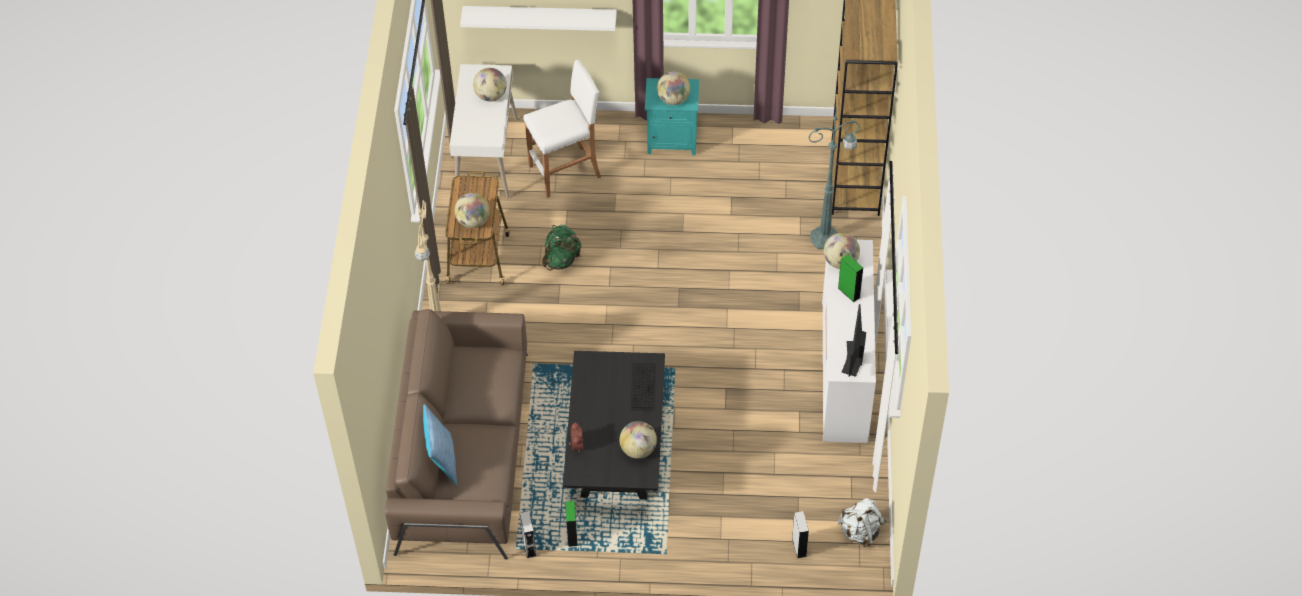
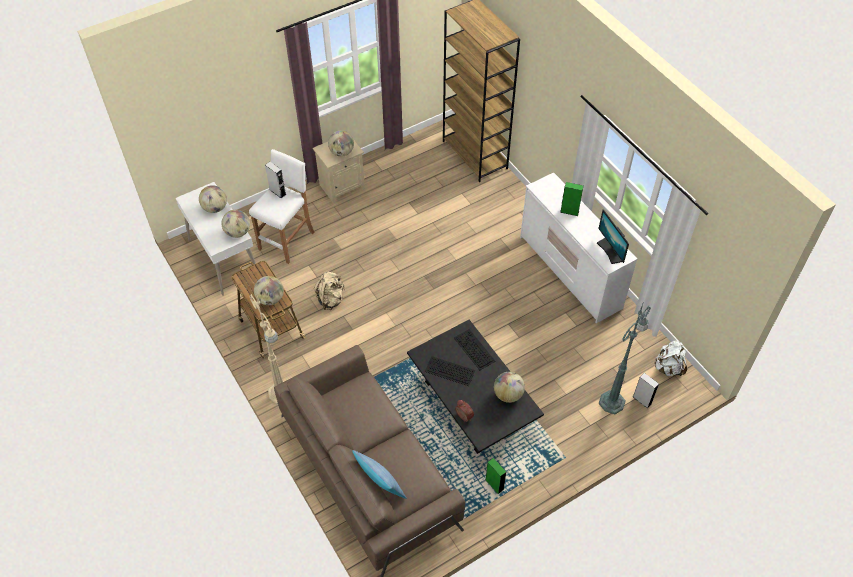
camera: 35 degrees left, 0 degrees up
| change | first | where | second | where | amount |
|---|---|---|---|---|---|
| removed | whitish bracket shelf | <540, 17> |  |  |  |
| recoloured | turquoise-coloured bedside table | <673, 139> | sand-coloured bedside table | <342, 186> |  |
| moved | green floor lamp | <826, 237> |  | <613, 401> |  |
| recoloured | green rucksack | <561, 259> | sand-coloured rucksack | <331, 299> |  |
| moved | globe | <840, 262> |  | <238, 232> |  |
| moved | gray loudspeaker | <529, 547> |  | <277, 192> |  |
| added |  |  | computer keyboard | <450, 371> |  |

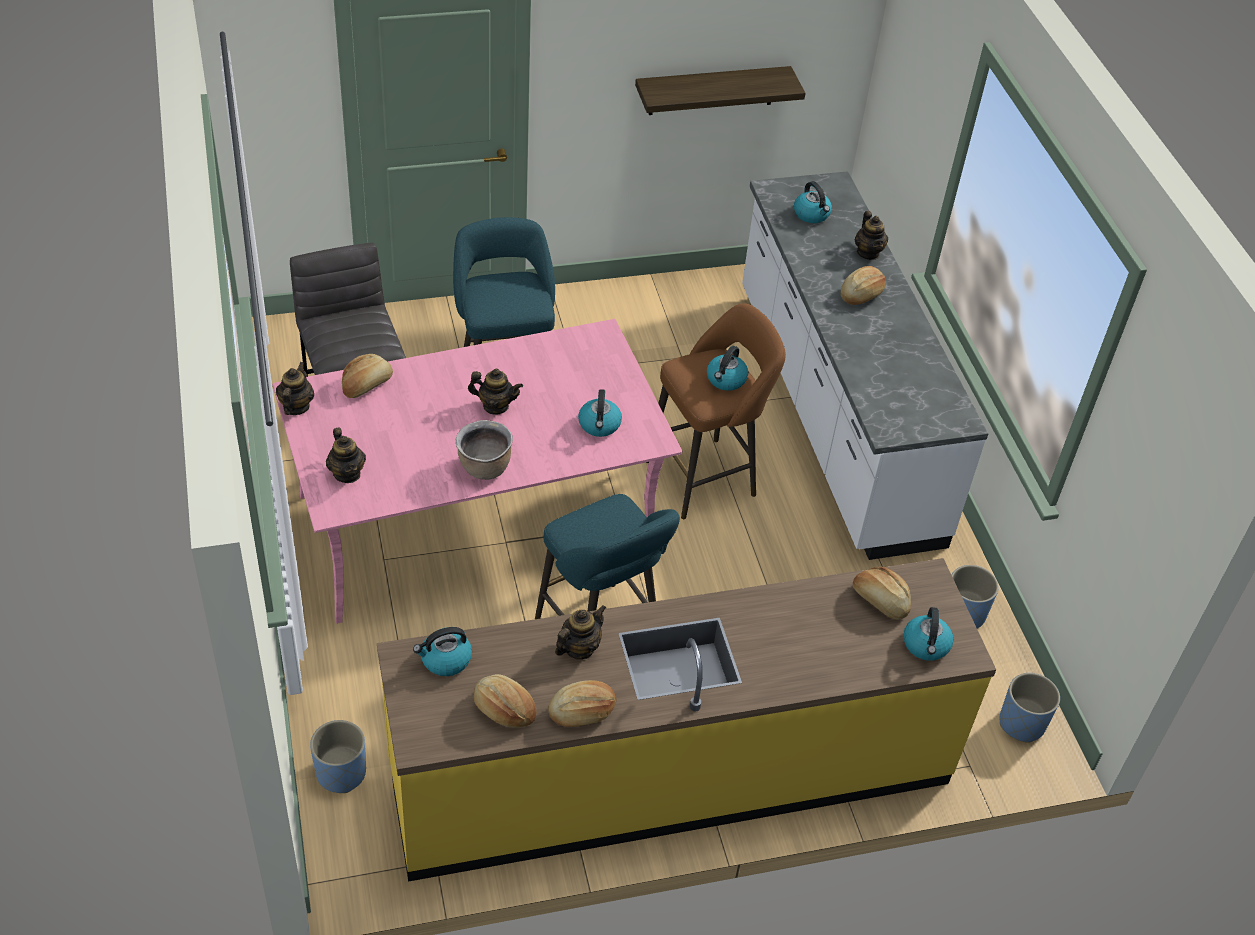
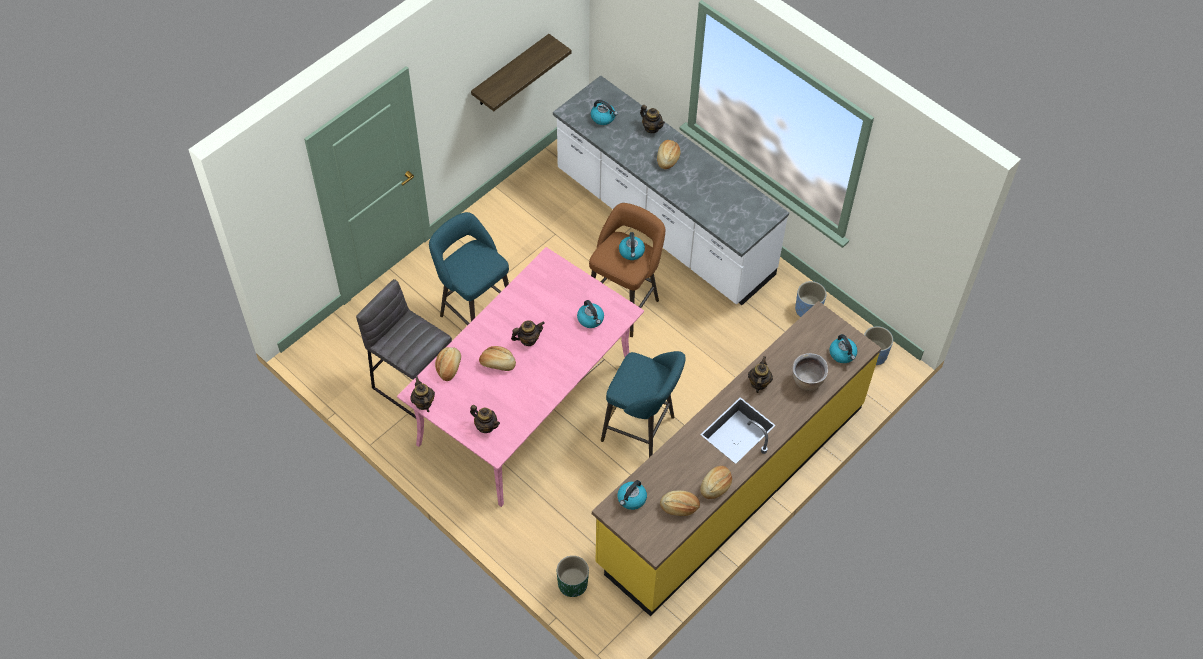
camera: 30 degrees left, 10 degrees up
| change | first | where | second | where | amount |
|---|---|---|---|---|---|
| moved | brown saucepot | <484, 468> |  | <807, 381> |  |
| moved | baked bread | <880, 601> |  | <497, 363> |  |
| moved | tea pot | <579, 648> |  | <758, 383> |  |
| recoloured | blue-coloured plant pot | <341, 773> | green plant pot | <572, 584> |  |

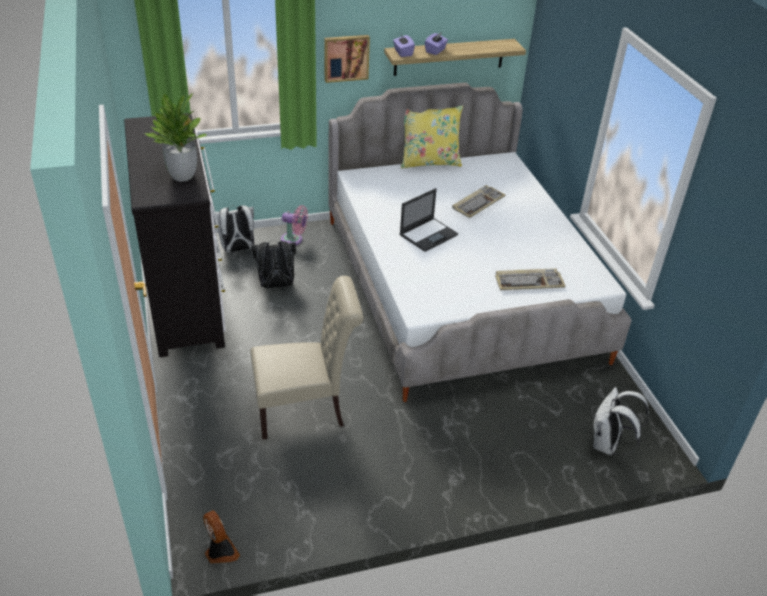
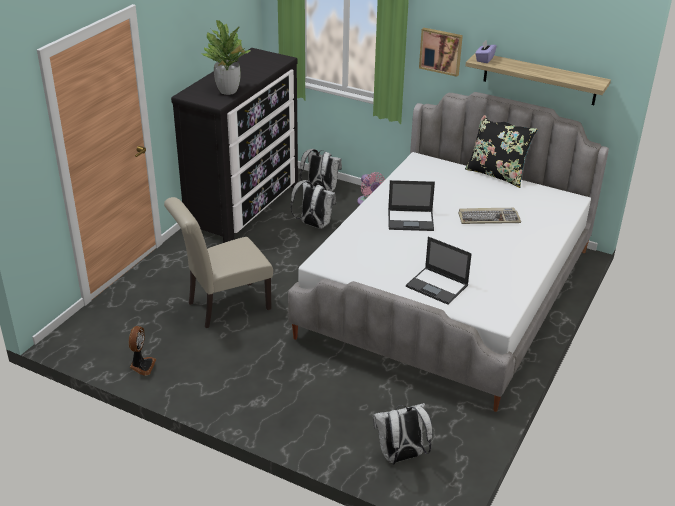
camera: 45 degrees right, 5 degrees down
| change | first | where | second | where | amount |
|---|---|---|---|---|---|
| removed | purple-coloured tissue box | <435, 51> |  |  |  |
| recoloured | yellow cushion | <429, 162> | black cushion | <497, 174> |  |
| recoloured | black rucksack | <276, 285> | whitish rucksack | <313, 225> |  |
| replaced | computer keyboard | <529, 281> | portable computer | <437, 286> |  |
| turned | sand-coloured plain chair | <306, 411> |  | <223, 307> | 120 degrees clockwise |
| moved | electric fan | <220, 552> |  | <142, 366> |  |

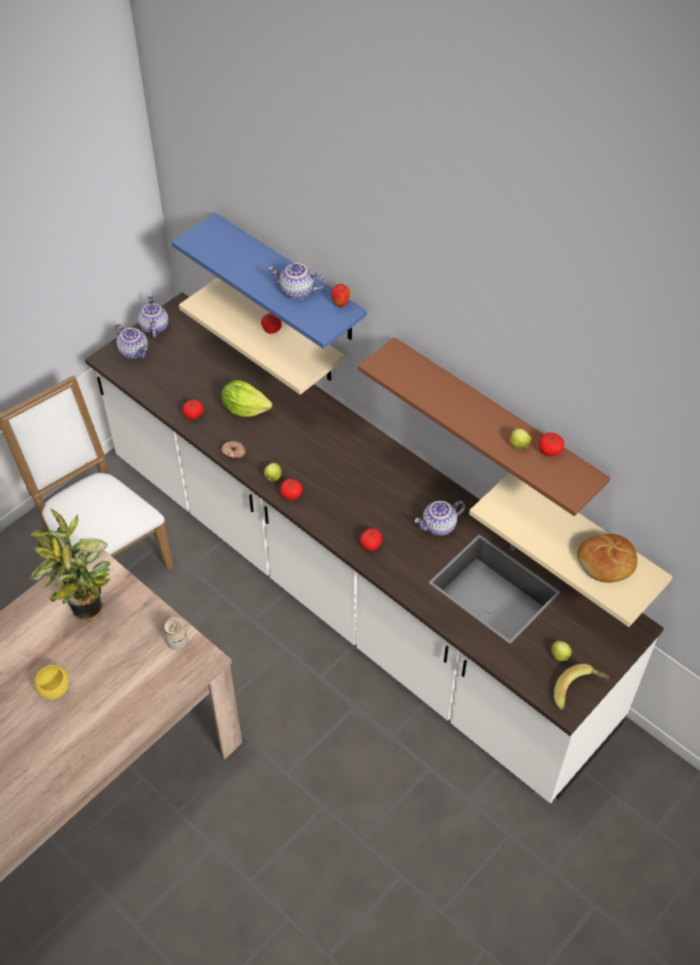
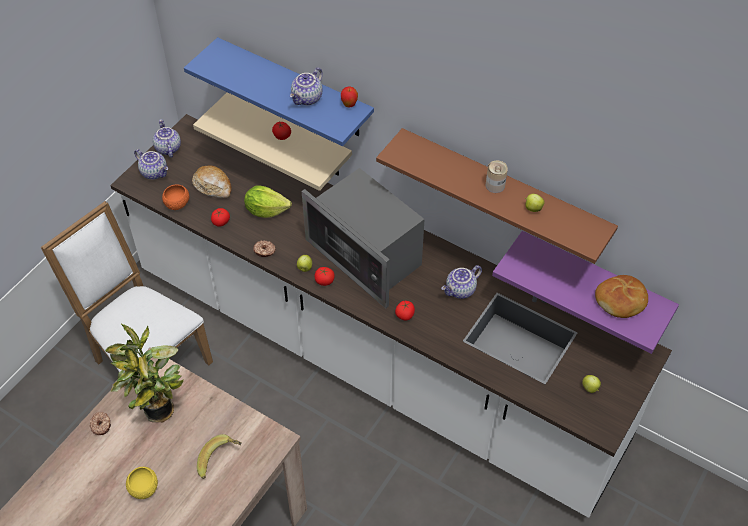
camera: 10 degrees left, 0 degrees up
| change | first | where | second | where | amount |
|---|---|---|---|---|---|
| turned | tea pot | <296, 292> |  | <307, 99> | 60 degrees counterclockwise |
| removed | fresh tomato | <550, 451> |  |  |  |
| recoloured | sand-coloured bracket shelf | <586, 537> | purple-coloured bracket shelf | <594, 281> |  |
| moved | sealed can | <177, 640> |  | <495, 185> |  |
| moved | whole banana | <578, 693> |  | <220, 461> |  |
| added |  |  | baked bread | <213, 186> |  |
| added |  |  | kitchen microwave | <367, 256> |  |
| added |  |  | orangey serving bowl | <177, 204> |  |
| added |  |  | doughnut | <101, 425> |  |

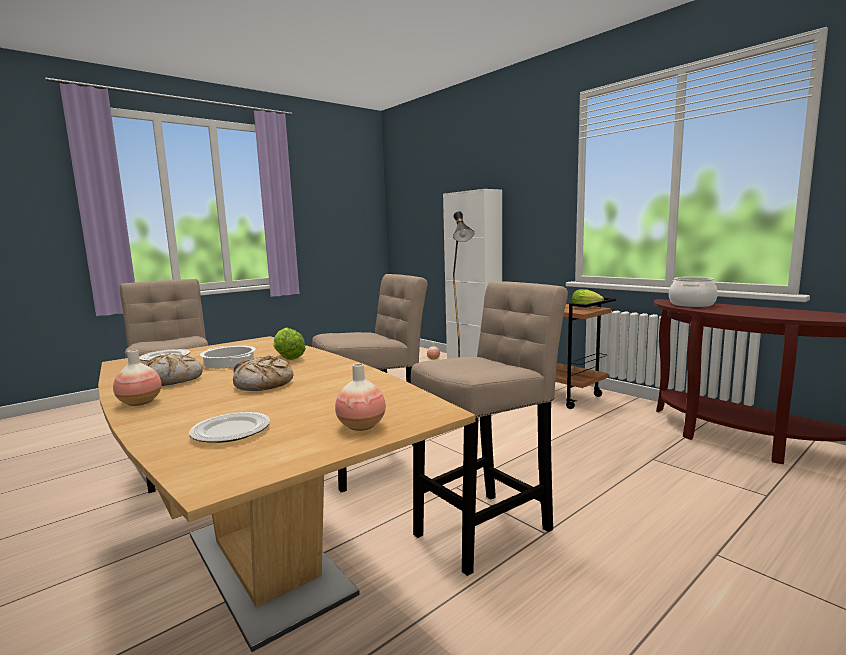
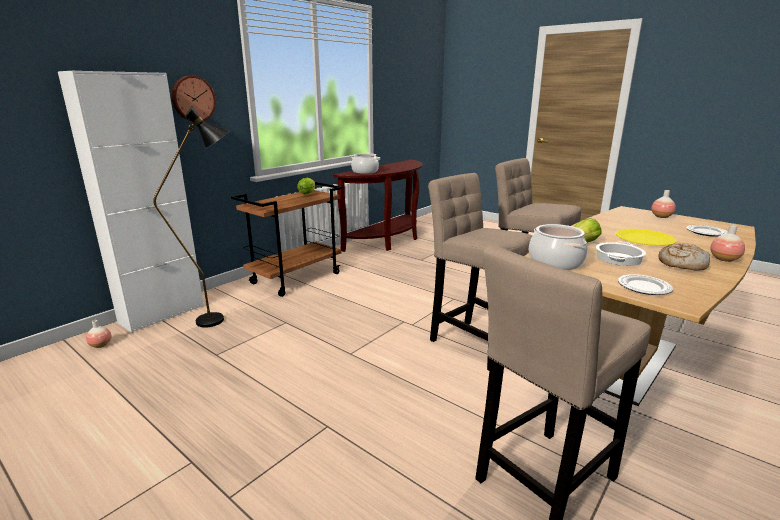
camera: 100 degrees left, 10 degrees up
| change | first | where | second | where | amount |
|---|---|---|---|---|---|
| replaced | baked bread | <263, 384> | yellow flat dish | <645, 239> |  |
| added |  |  | clock on the wall | <193, 99> |  |
| added |  |  | saucepot | <555, 262> |  |

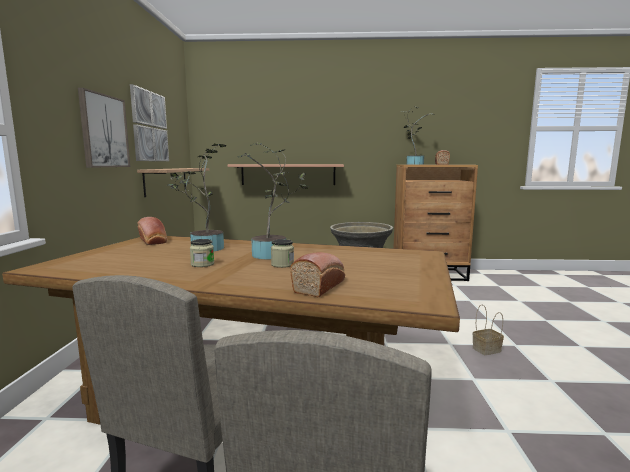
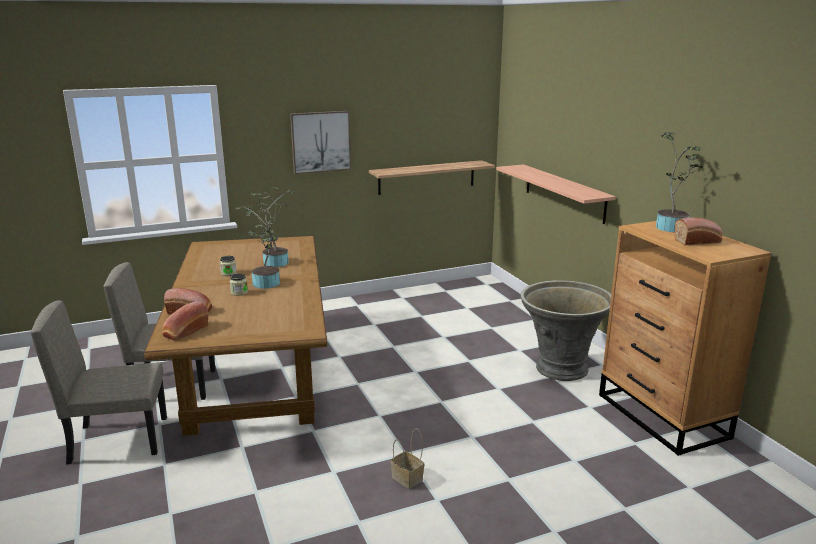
camera: 65 degrees right, 10 degrees up
| change | first | where | second | where | amount |
|---|---|---|---|---|---|
| removed | wall art | <149, 126> |  |  |  |
| moved | baked bread | <153, 241> |  | <185, 331> |  |

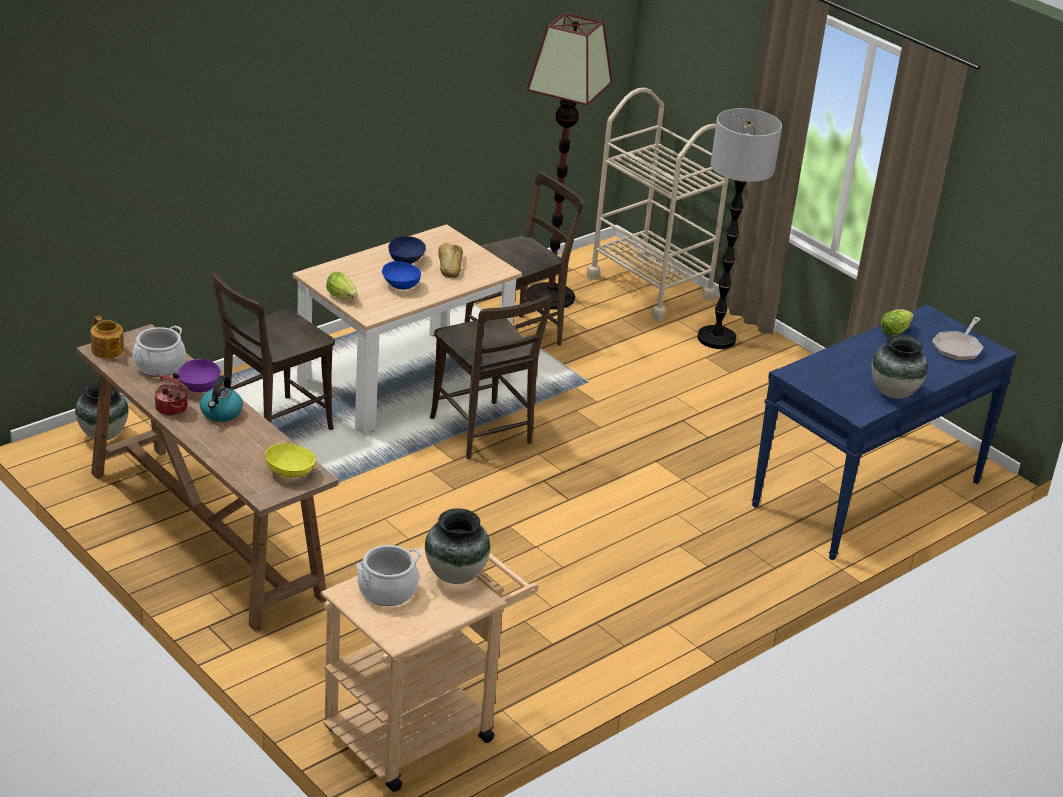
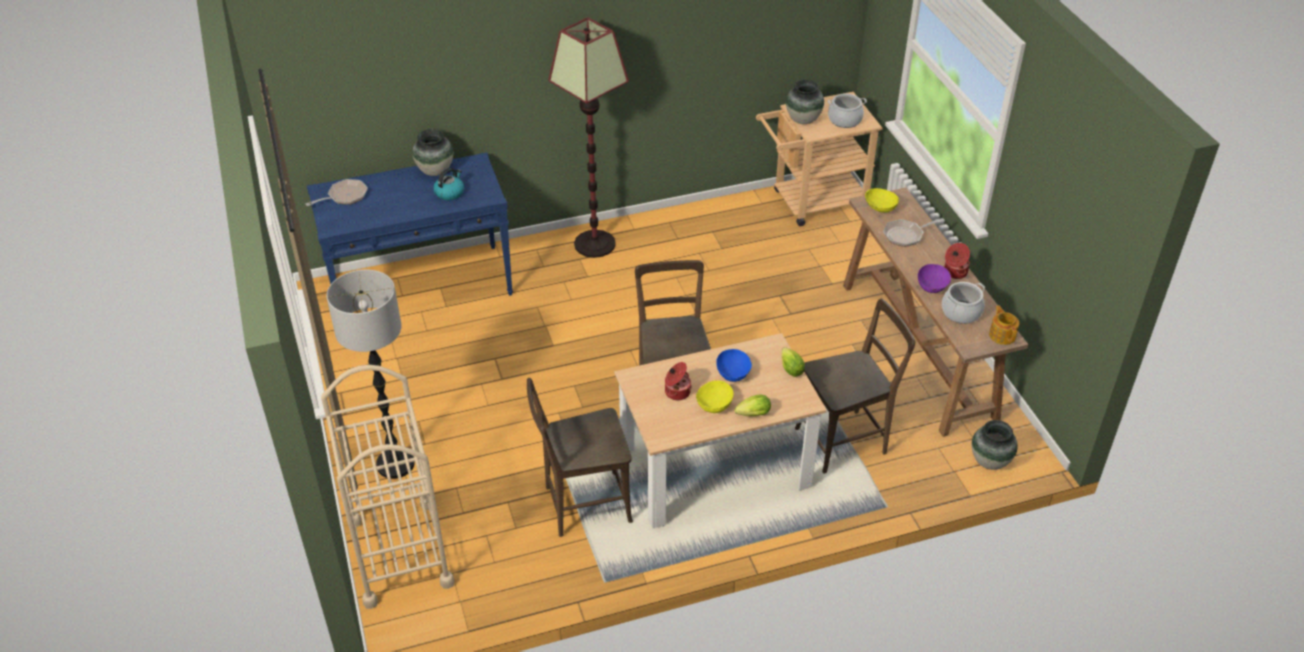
camera: 155 degrees left, 10 degrees up
| change | first | where | second | where | amount |
|---|---|---|---|---|---|
| moved | floor lamp | <550, 297> |  | <594, 244> |  |
| recoloured | blue-coloured serving bowl | <406, 261> | yellow serving bowl | <714, 405> |  |
| replaced | baked bread | <449, 265> | saucepot | <676, 391> |  |
| moved | lettuce | <896, 331> |  | <751, 415> |  |
| moved | tea kettle | <221, 413> |  | <449, 193> |  |
| added |  |  | pan | <906, 235> |  |

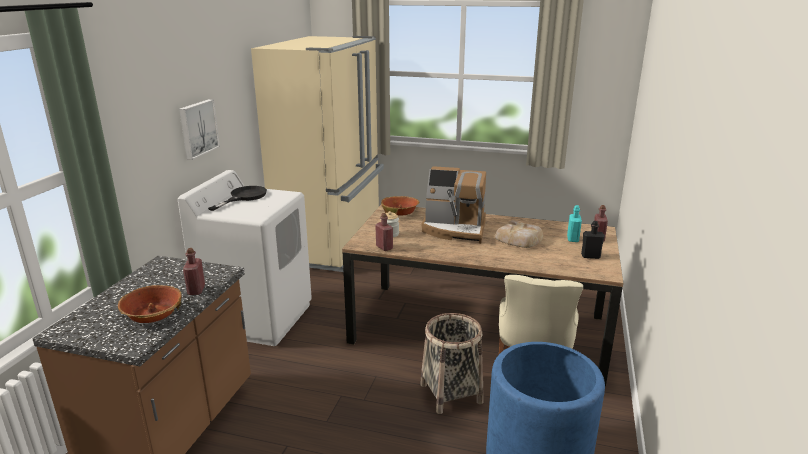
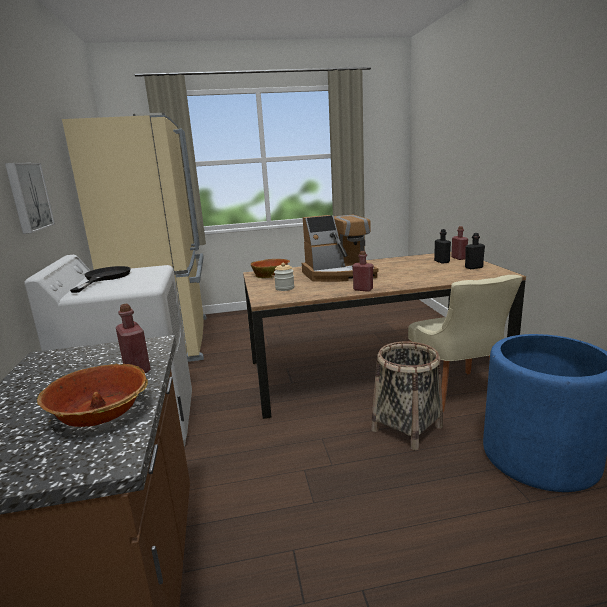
camera: 25 degrees left, 5 degrees down
| change | first | where | second | where | amount |
|---|---|---|---|---|---|
| recoloured | turquoise-coloured beverage bottle | <572, 239> | black beverage bottle | <441, 261> |  |
| moved | red-coloured beverage bottle | <384, 247> |  | <363, 289> |  |
| removed | baked bread | <519, 239> |  |  |  |

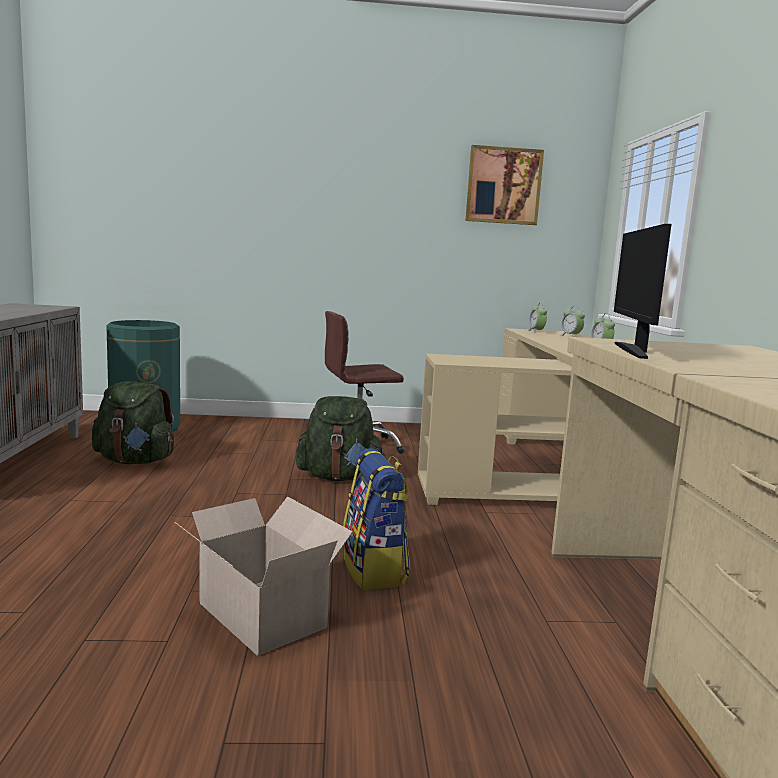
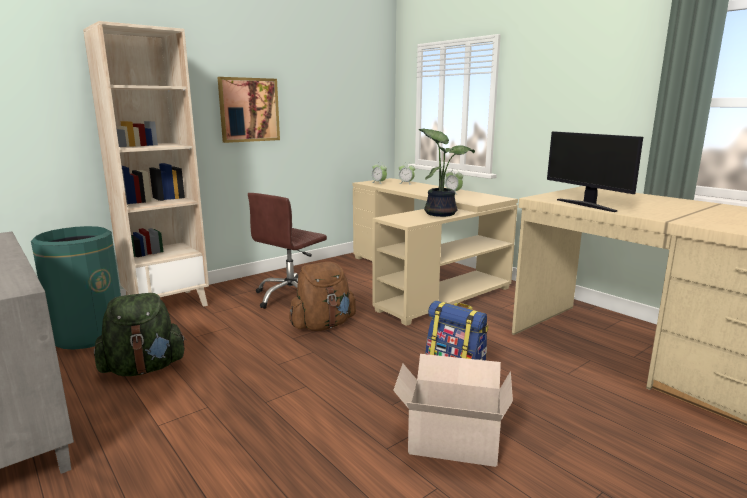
camera: 35 degrees left, 5 degrees up
| change | first | where | second | where | amount |
|---|---|---|---|---|---|
| moved | wall art | <503, 186> |  | <249, 110> |  |
| recoloured | green rucksack | <339, 477> | brown rucksack | <323, 325> |  |
| added |  |  | sand-coloured bookshelf | <167, 305> |  |
| added |  |  | potted plant | <440, 213> |  |

